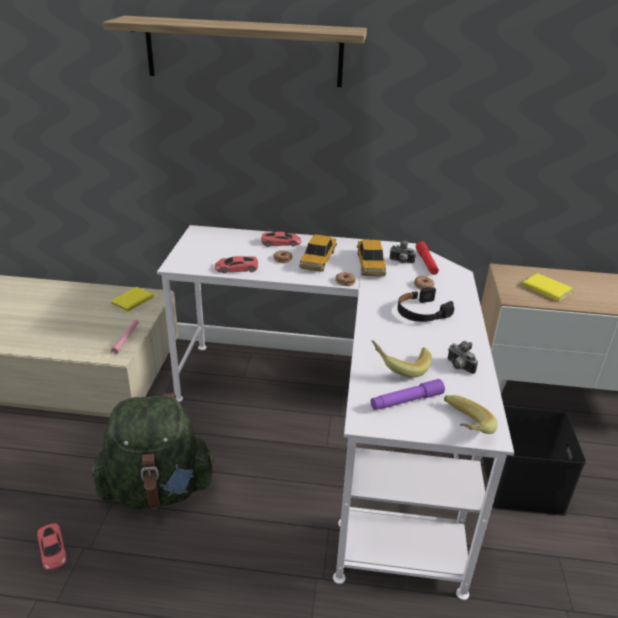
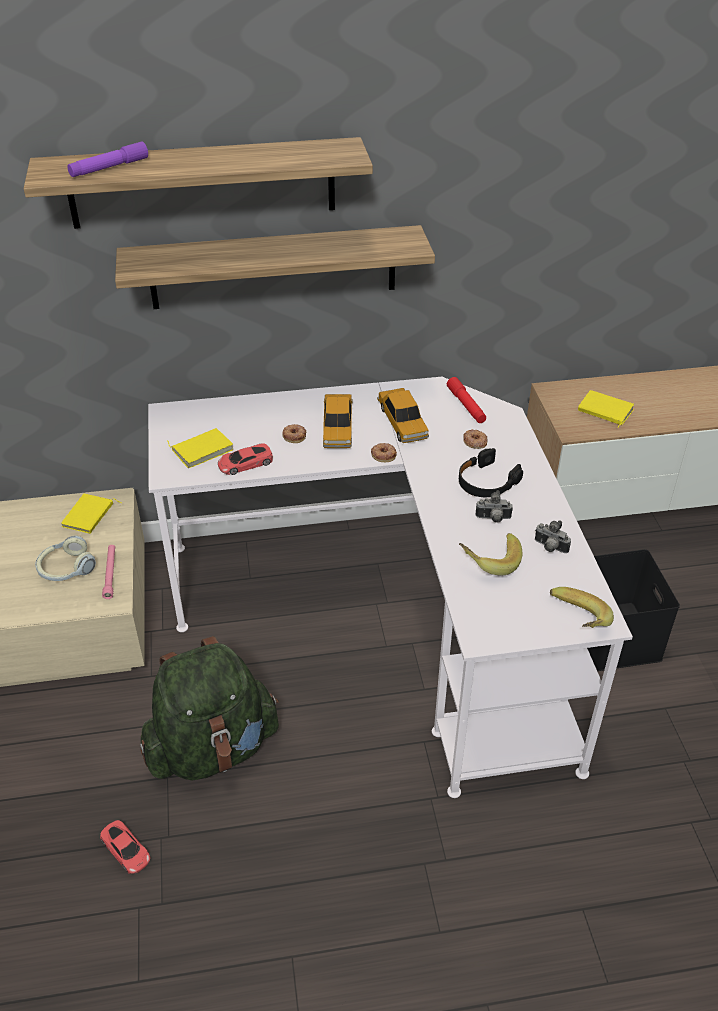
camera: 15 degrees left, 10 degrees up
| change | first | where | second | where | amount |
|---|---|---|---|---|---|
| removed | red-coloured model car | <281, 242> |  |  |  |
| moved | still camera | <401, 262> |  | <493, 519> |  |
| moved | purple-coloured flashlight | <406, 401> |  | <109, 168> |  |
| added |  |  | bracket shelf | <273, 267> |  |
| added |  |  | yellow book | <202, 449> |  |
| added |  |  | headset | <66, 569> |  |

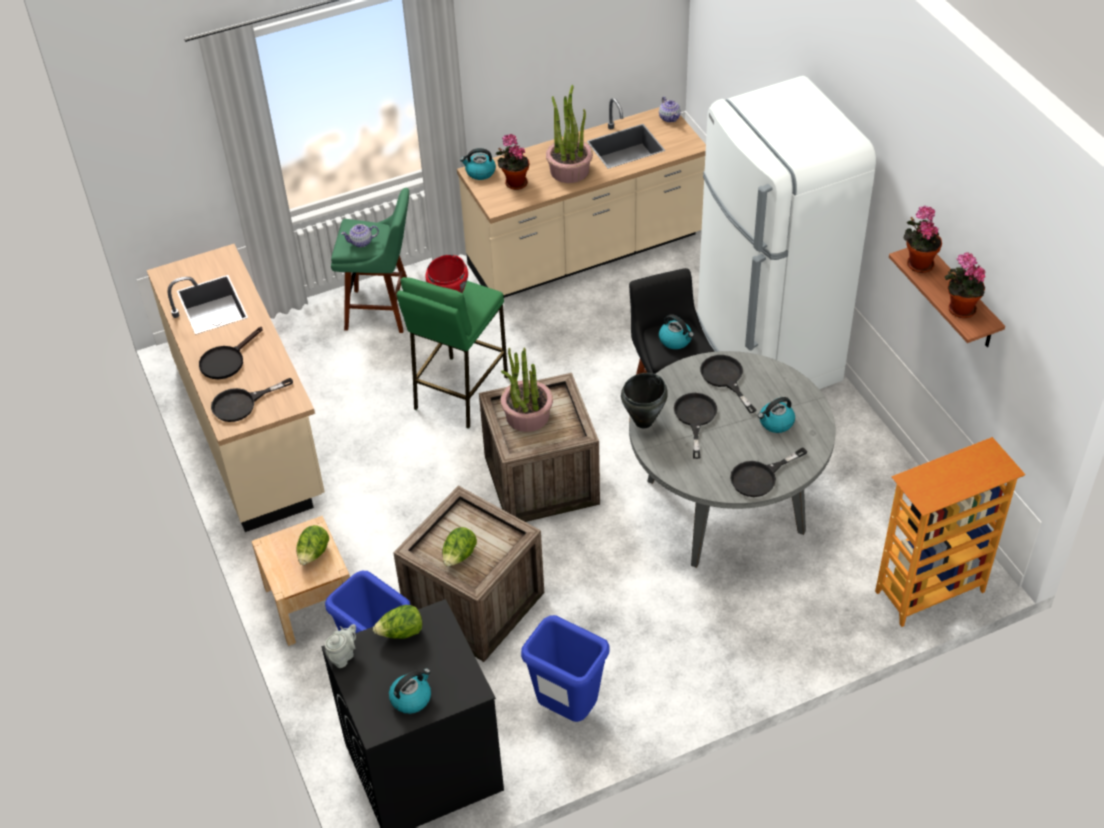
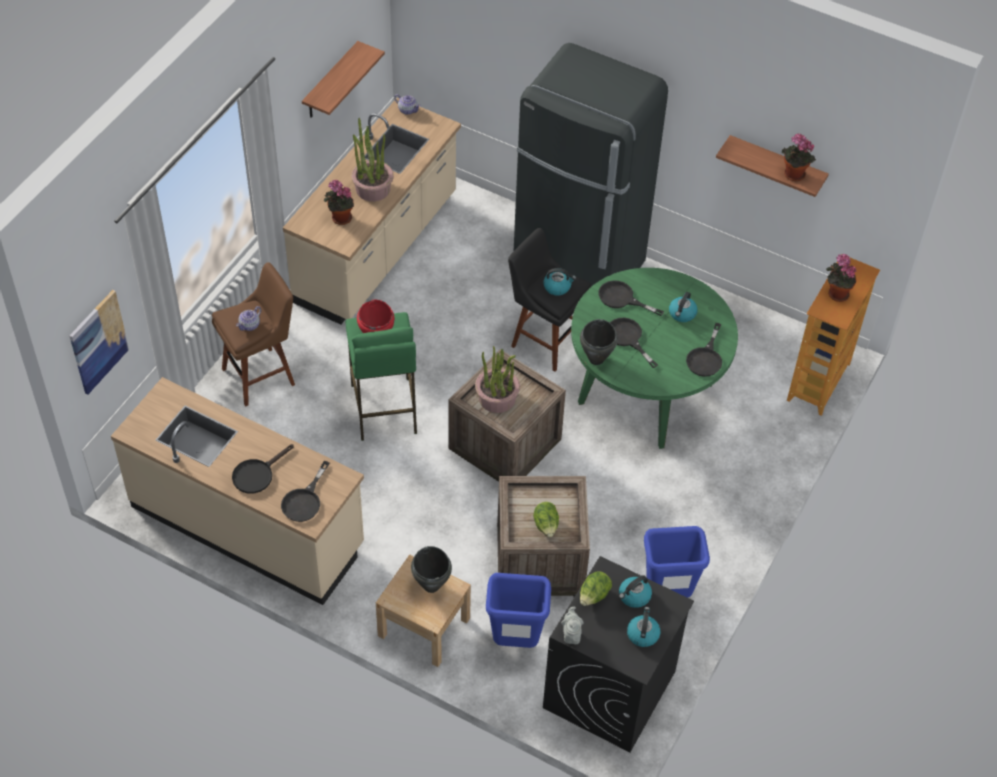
camera: 40 degrees left, 5 degrees up
| change | first | where | second | where | amount |
|---|---|---|---|---|---|
| recoloured | whitish kitchen fridge | <766, 356> | black kitchen fridge | <578, 267> |  |
| moved | tea kettle | <480, 172> |  | <634, 596> |  |
| recoloured | green stool seat | <383, 311> | brown stool seat | <262, 375> |  |
| moved | potted plant | <918, 263> |  | <836, 294> |  |
| turned | black pan | <226, 361> |  | <257, 474> | 45 degrees clockwise |
| recoloured | gray kitchen table | <725, 505> | green kitchen table | <645, 393> |  |
| replaced | lettuce | <313, 554> | black saucepot | <431, 585> |  |
| added |  |  | bracket shelf | <330, 82> |  |
| added |  |  | wall art | <98, 341> |  |

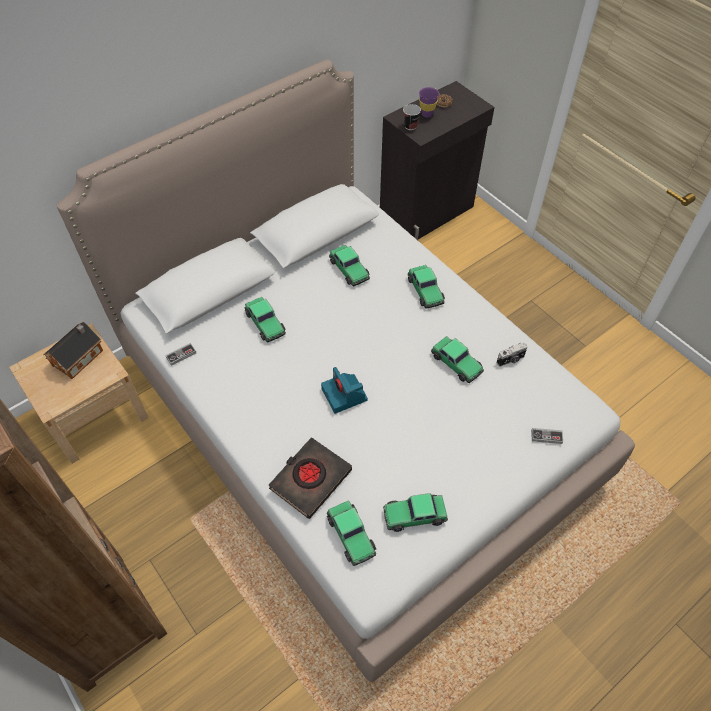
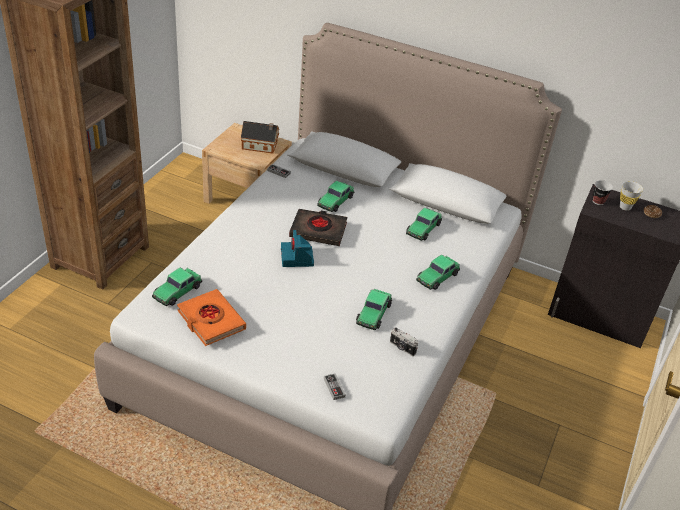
camera: 60 degrees right, 15 degrees down
| change | first | where | second | where | amount |
|---|---|---|---|---|---|
| recoloured | purple-coloured cup | <427, 114> | whitish cup | <625, 207> |  |
| turned | still camera | <345, 395> |  | <297, 258> | 45 degrees counterclockwise |
| moved | black book | <310, 479> |  | <318, 230> |  |
| replaced | model car | <414, 515> | orangey book | <211, 321> |  |

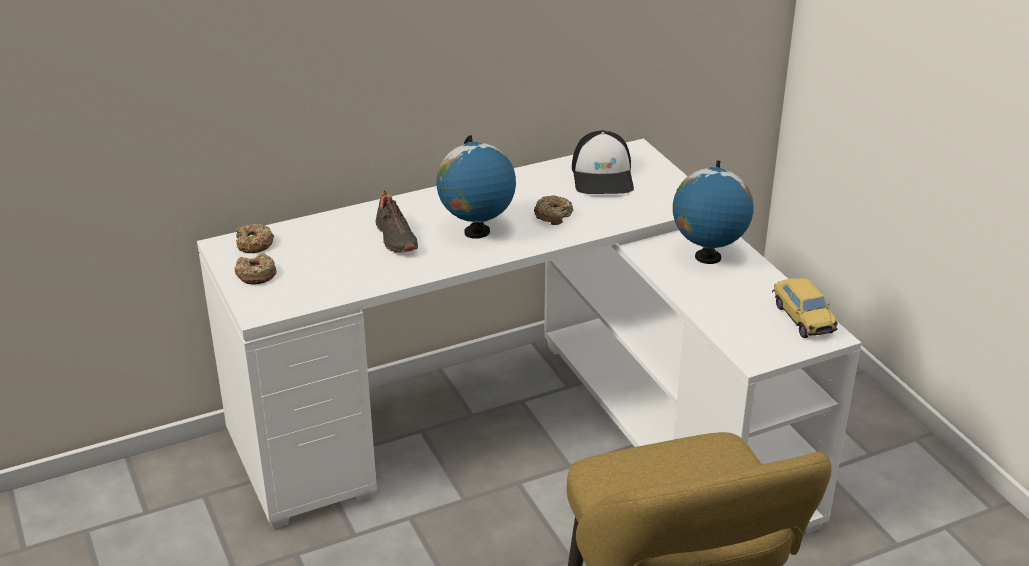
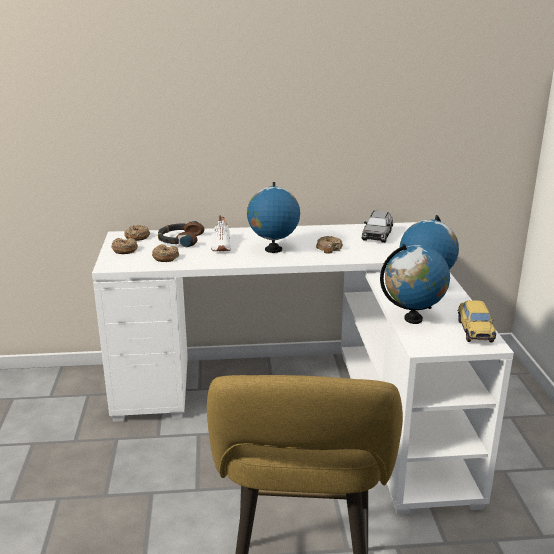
camera: 20 degrees right, 10 degrees down
| change | first | where | second | where | amount |
|---|---|---|---|---|---|
| replaced | cap | <603, 176> | gray model car | <377, 235> |  |
| recoloured | black shoe | <394, 238> | whitish shoe | <220, 245> |  |
| added |  |  | headset | <180, 240> |  |
| added |  |  | doughnut | <165, 257> |  |
| added |  |  | globe | <413, 319> |  |

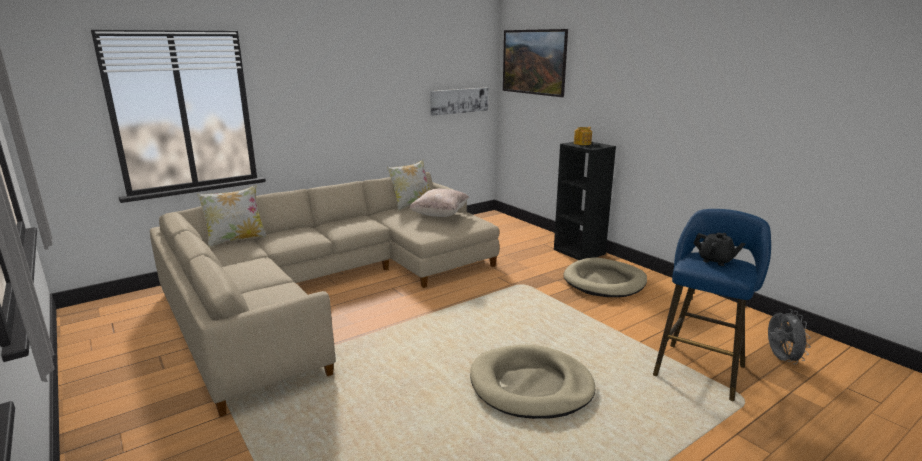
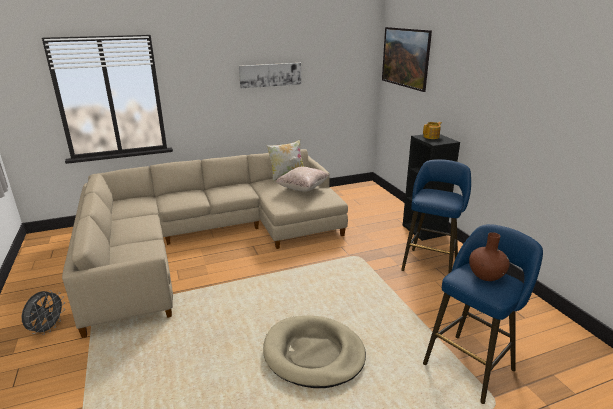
camera: 15 degrees right, 5 degrees up
| change | first | where | second | where | amount |
|---|---|---|---|---|---|
| moved | wall art | <459, 101> |  | <270, 75> |  |
| removed | cushion | <236, 240> |  |  |  |
| replaced | black tea pot | <715, 260> | brown vase | <486, 275> |  |
| replaced | sand-coloured pet bed | <604, 281> | blue-coloured stool seat | <430, 263> |  |
| moved | gray electric fan | <780, 359> |  | <48, 328> |  |

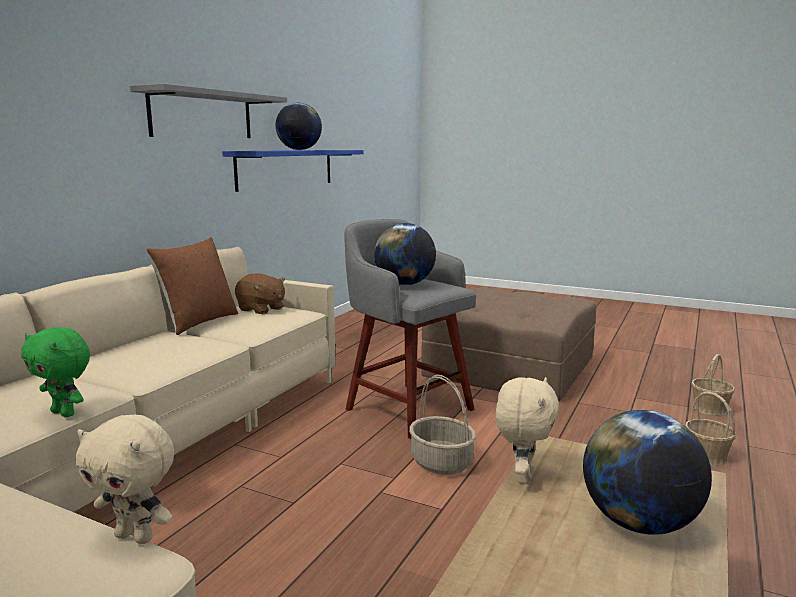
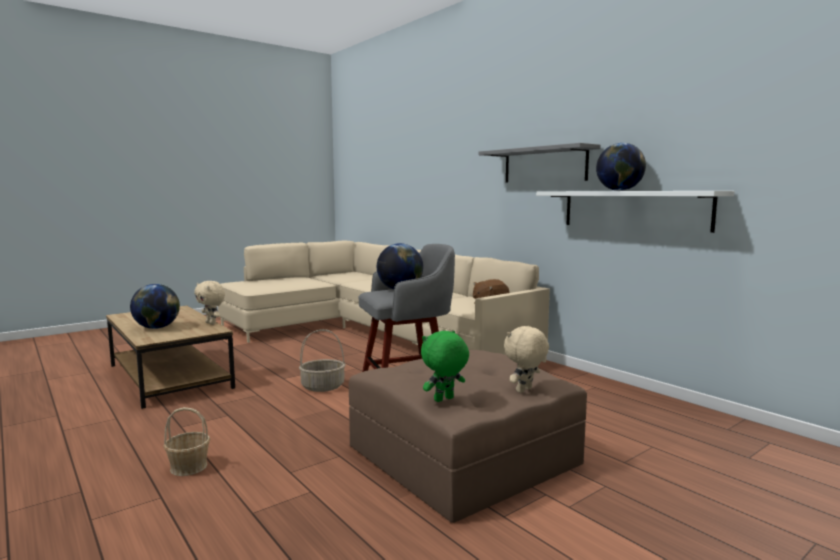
camera: 115 degrees right, 5 degrees down
| change | first | where | second | where | amount |
|---|---|---|---|---|---|
| recoloured | blue-coloured bracket shelf | <286, 168> | whitish bracket shelf | <633, 209> |  |
| removed | brown cushion | <198, 322> |  |  |  |
| moved | green plush toy | <65, 413> |  | <444, 400> |  |
| removed | storage basket | <710, 409> |  |  |  |
| moved | sand-coloured plush toy | <136, 536> |  | <525, 390> |  |

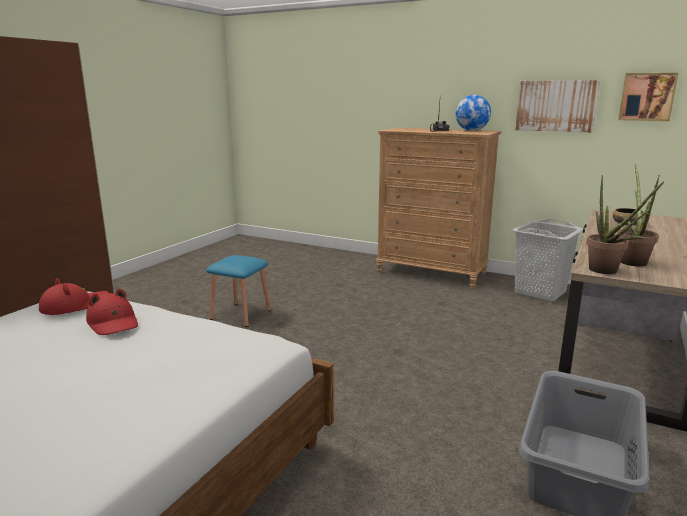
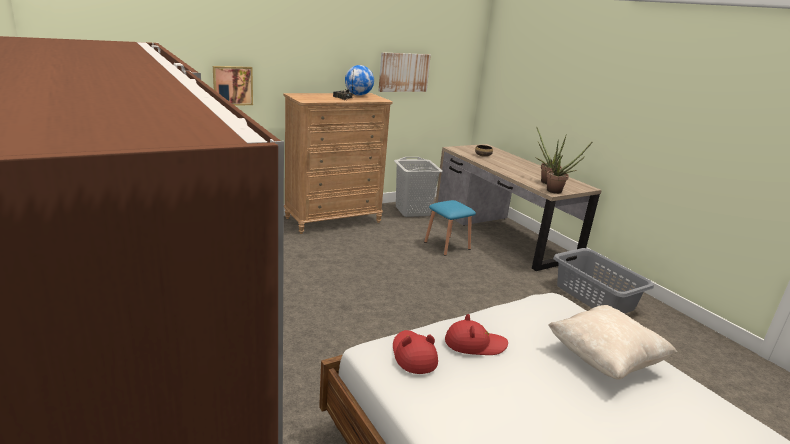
camera: 60 degrees left, 5 degrees up
| change | first | where | second | where | amount |
|---|---|---|---|---|---|
| moved | wall art | <647, 97> |  | <232, 85> |  |
| moved | blue-coloured stool seat | <240, 314> |  | <447, 245> |  |
| added |  |  | sand-coloured cushion | <604, 359> |  |

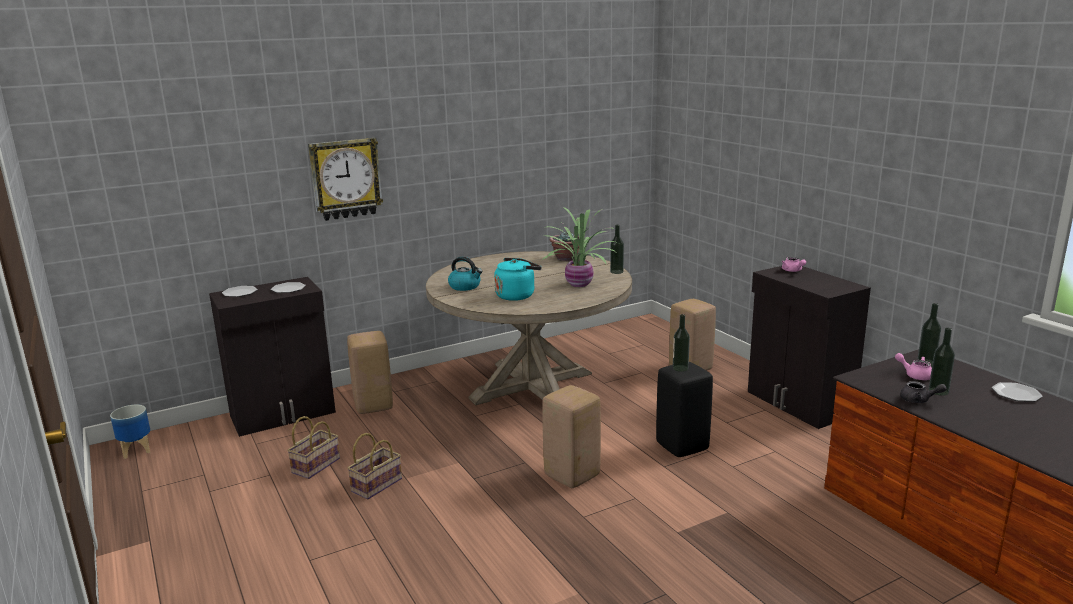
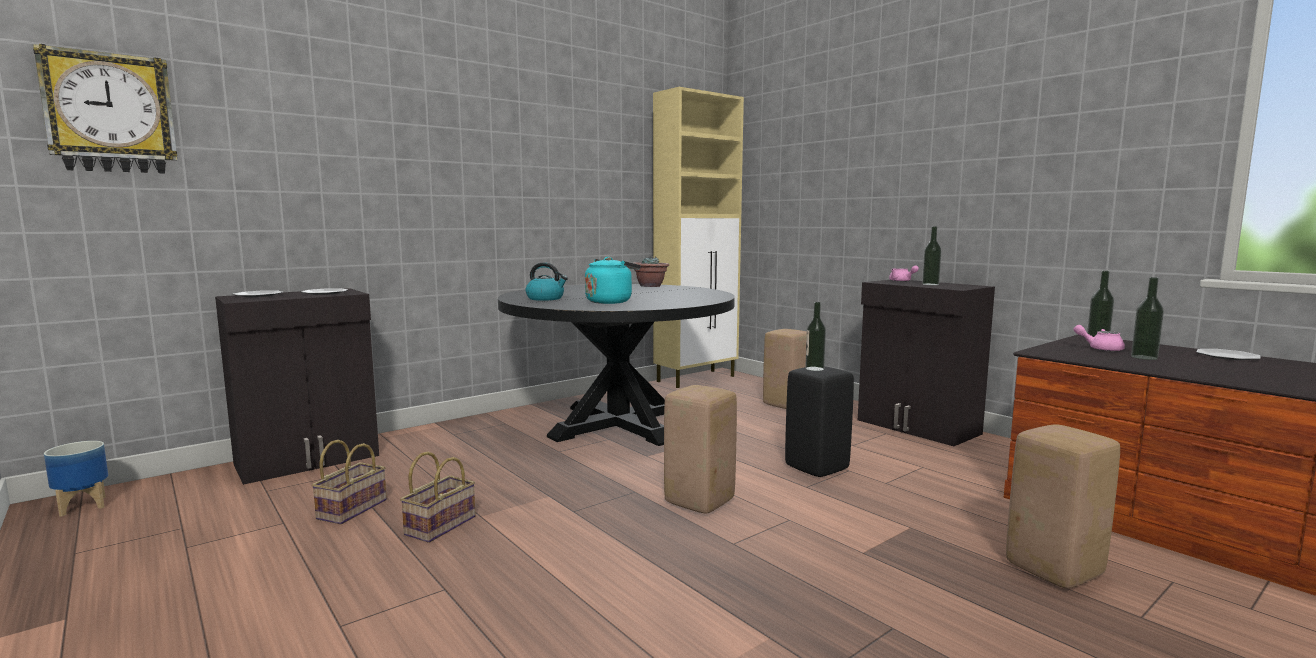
camera: 10 degrees left, 10 degrees down
| change | first | where | second | where | amount |
|---|---|---|---|---|---|
| moved | clock on the wall | <345, 179> |  | <110, 113> |  |
| removed | potted plant | <579, 285> |  |  |  |
| moved | beverage bottle | <616, 272> |  | <930, 284> |  |
| recoloured | sand-coloured kitchen table | <532, 386> | black kitchen table | <618, 424> |  |
| moved | sand-coloured stool seat | <372, 406> |  | <1051, 569> |  |
| removed | gray tea pot | <919, 400> |  |  |  |
| added |  |  | sand-coloured cabinet | <697, 379> |  |

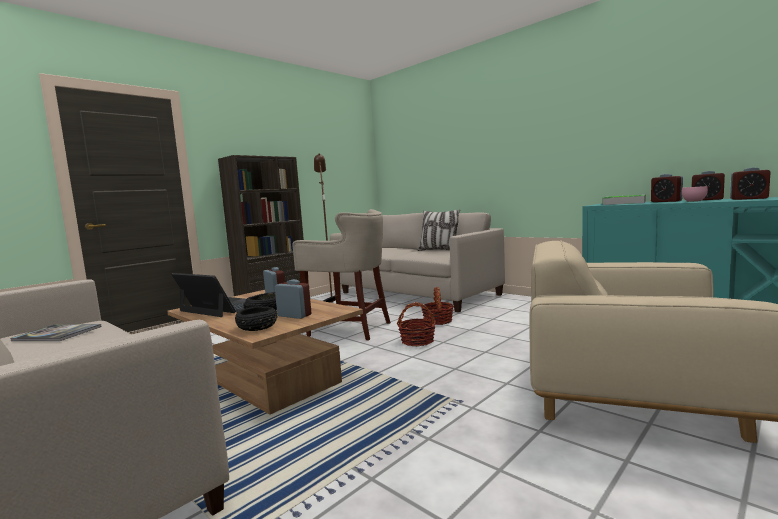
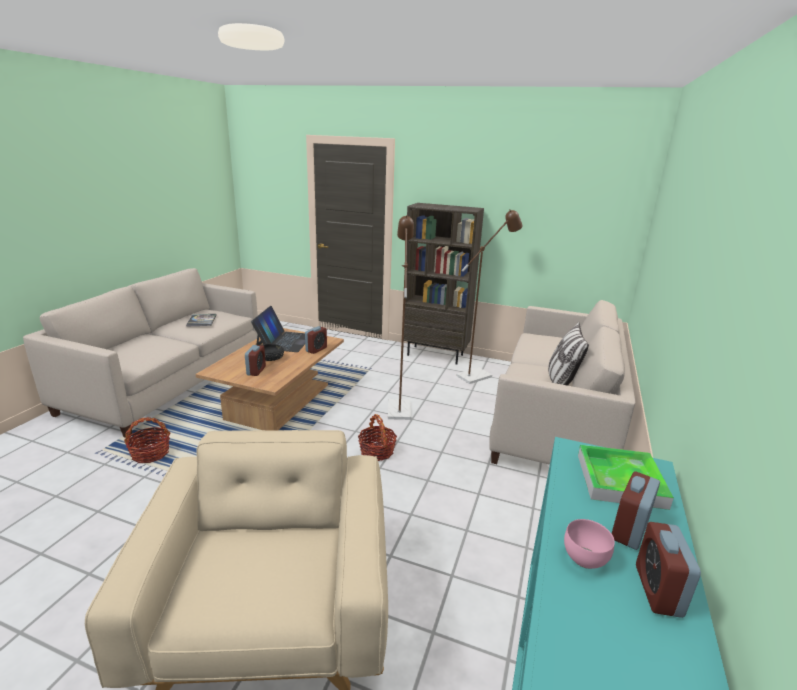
camera: 65 degrees right, 15 degrees up
| change | first | where | second | where | amount |
|---|---|---|---|---|---|
| removed | bedside clock | <748, 199> |  |  |  |
| replaced | sand-coloured stool seat | <350, 328> | brown floor lamp | <398, 406> |  |
| moved | storage basket | <438, 321> |  | <150, 453> |  |
| removed | black serving bowl | <256, 327> |  |  |  |

